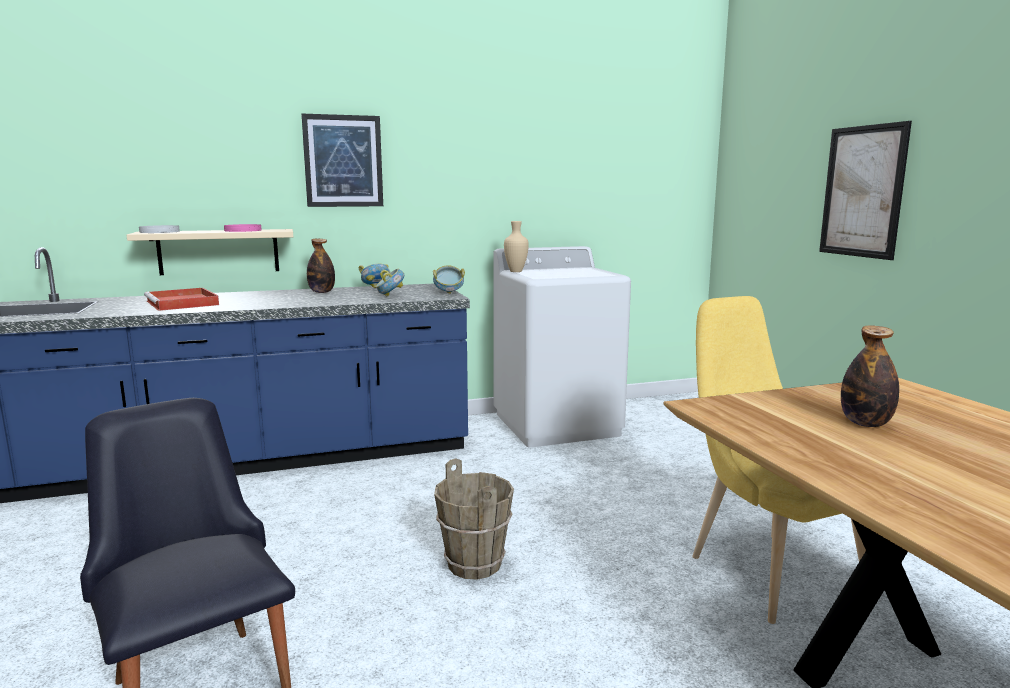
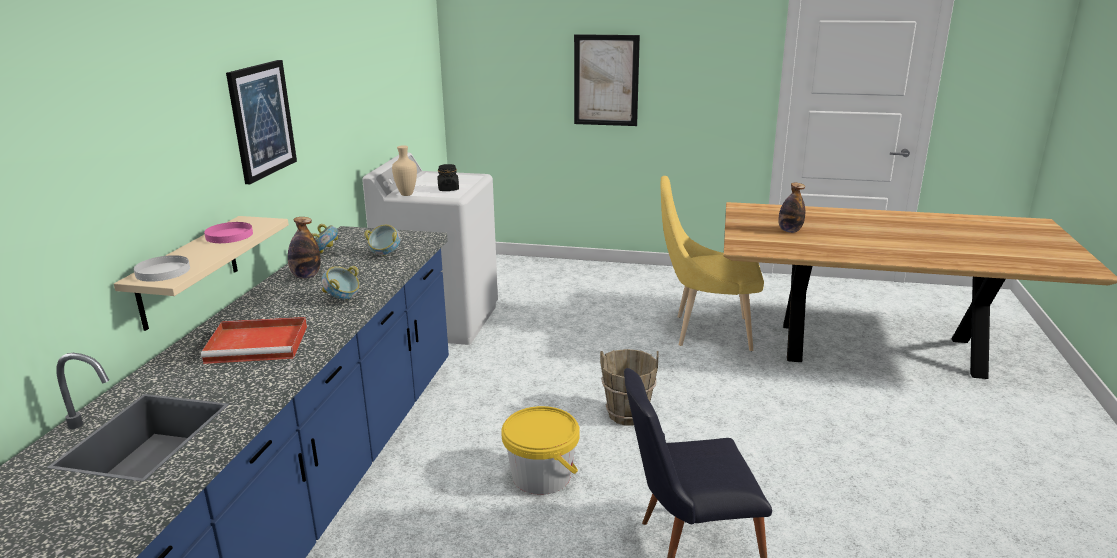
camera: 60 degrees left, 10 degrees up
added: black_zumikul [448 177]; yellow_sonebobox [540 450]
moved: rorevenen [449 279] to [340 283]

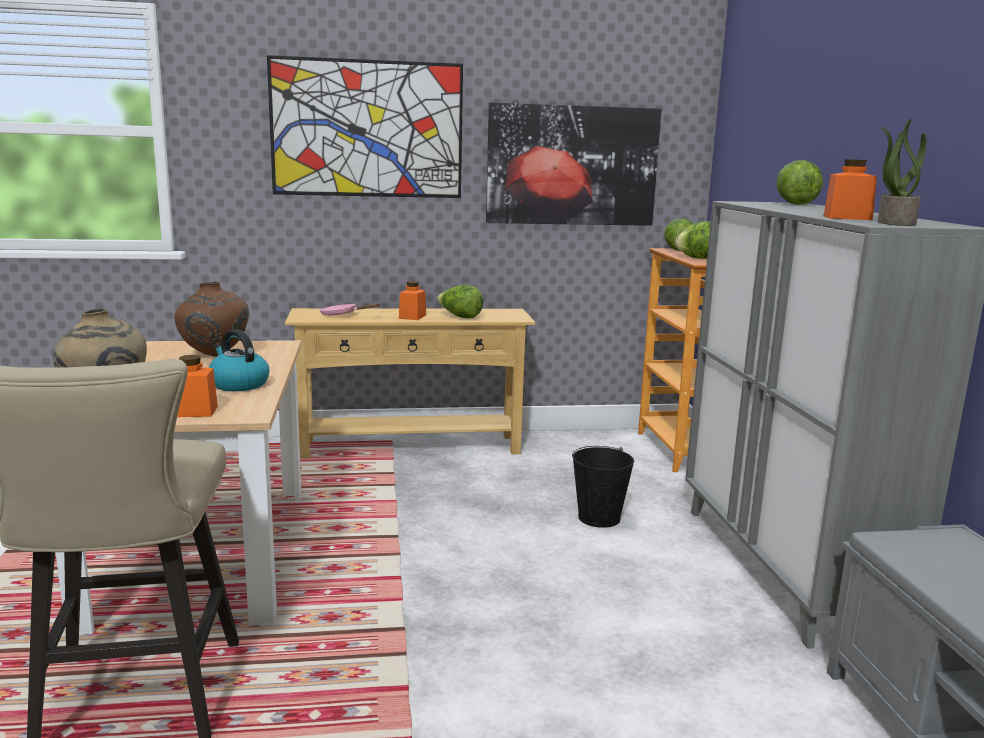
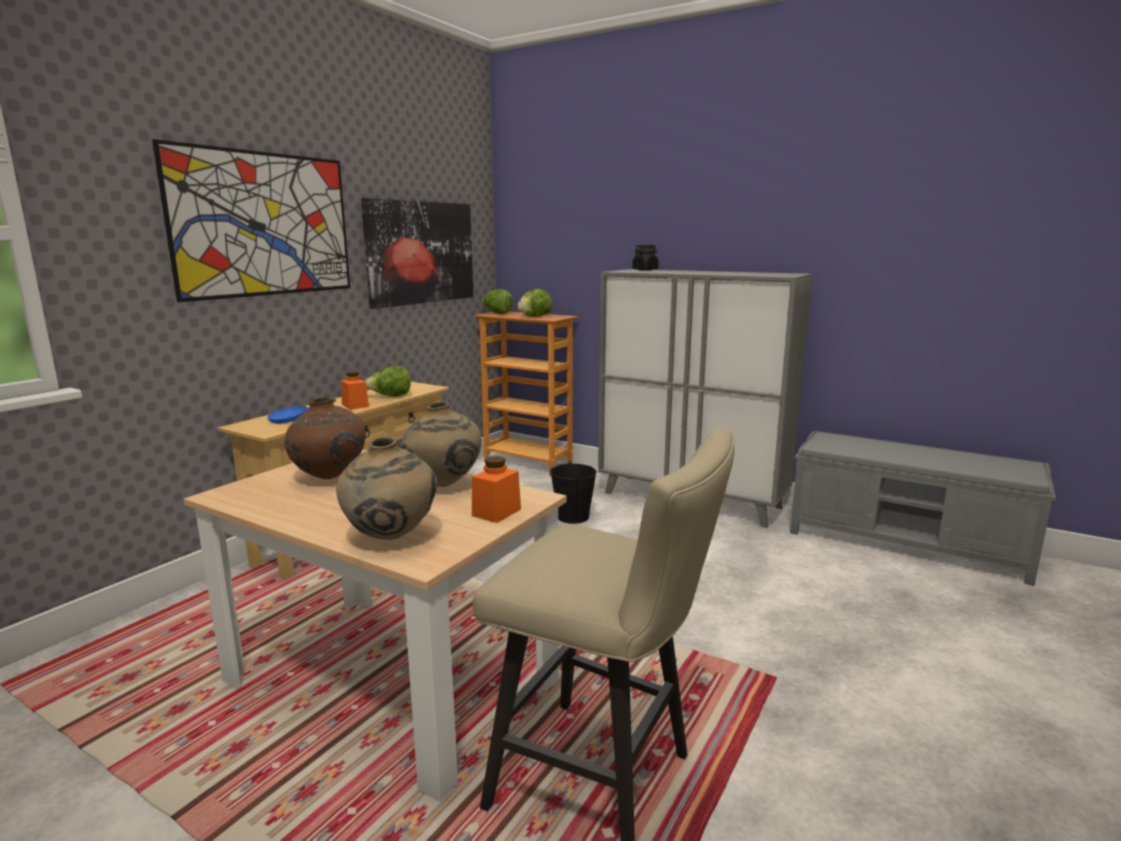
camera: 50 degrees left, 0 degrees up
removed: orange_zumikul [850 189]; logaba [901 172]
replaced: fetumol [239 360] to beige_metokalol [441 444]; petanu [799 182] to black_zumikul [645 258]
recoloured: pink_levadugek [350 310] to blue_levadugek [301 411]

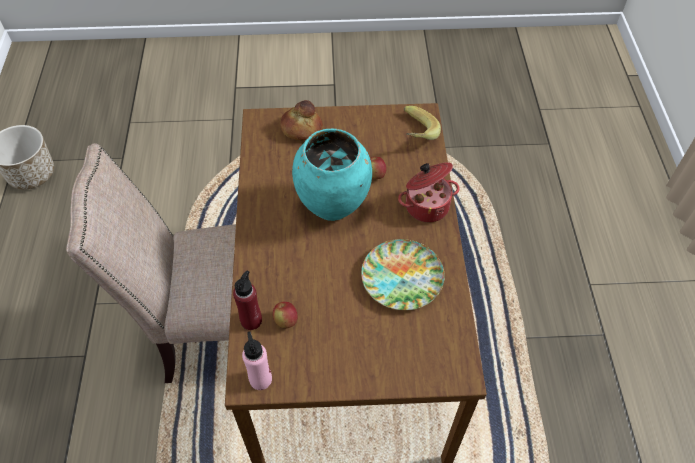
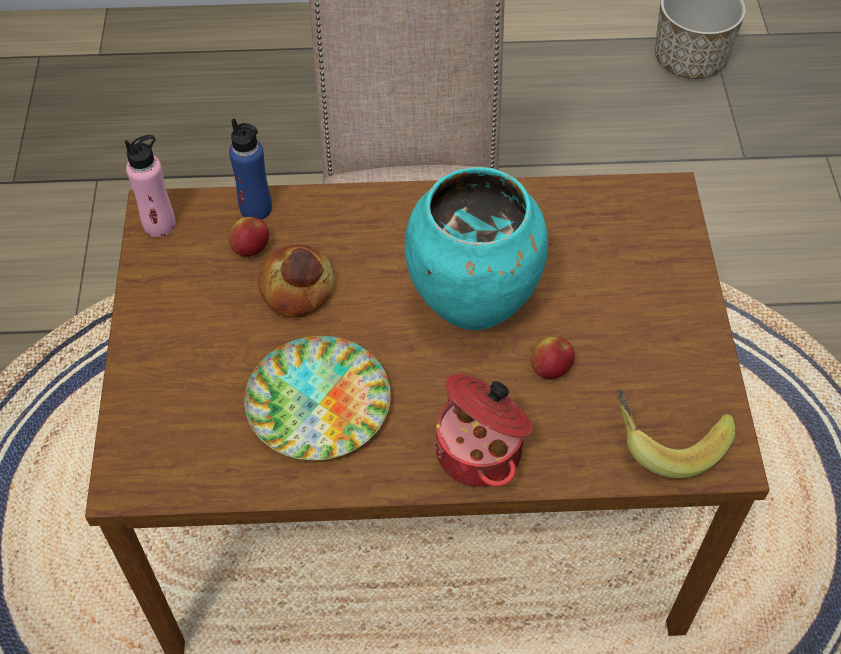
camera: 90 degrees right, 0 degrees up
moved: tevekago [301 120] to [296 281]
recoloured: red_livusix [247 300] to blue_livusix [250 169]

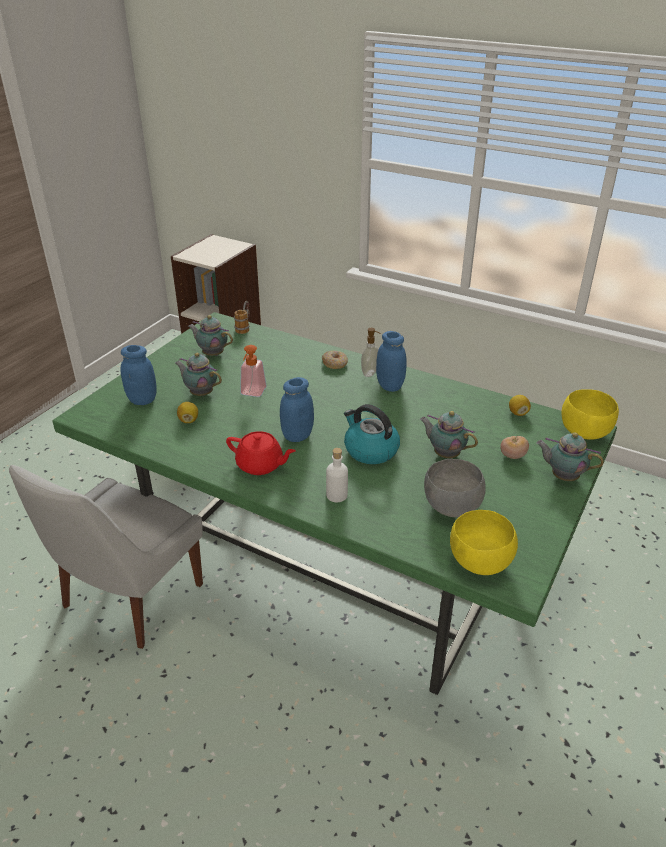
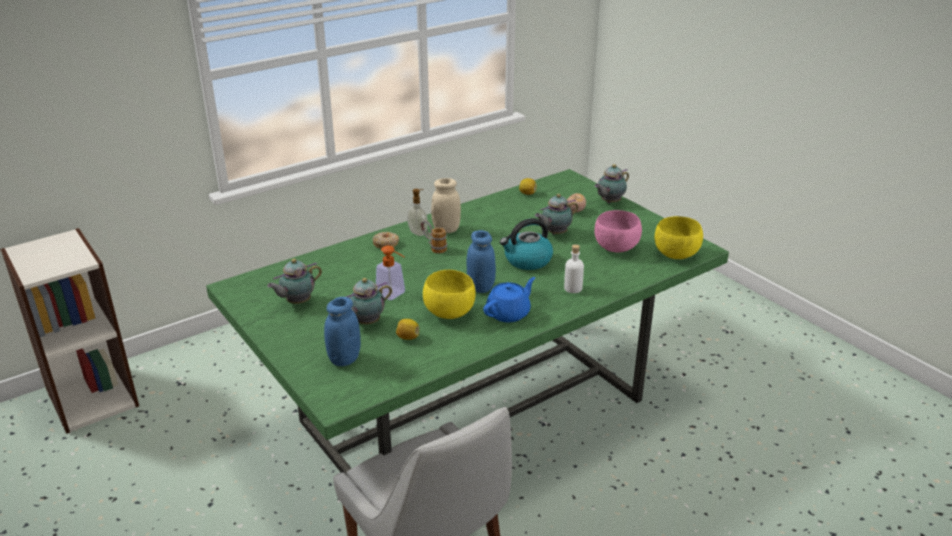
camera: 65 degrees left, 5 degrees down
moved: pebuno [242 317] to [434 237]; yellow_rorevenen [590 414] to [449 294]
recoloured: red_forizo [261 453] to blue_forizo [509 300]; blue_zumikul [391 361] to beige_zumikul [446 205]; grey_rorevenen [455 488] to pink_rorevenen [618 231]

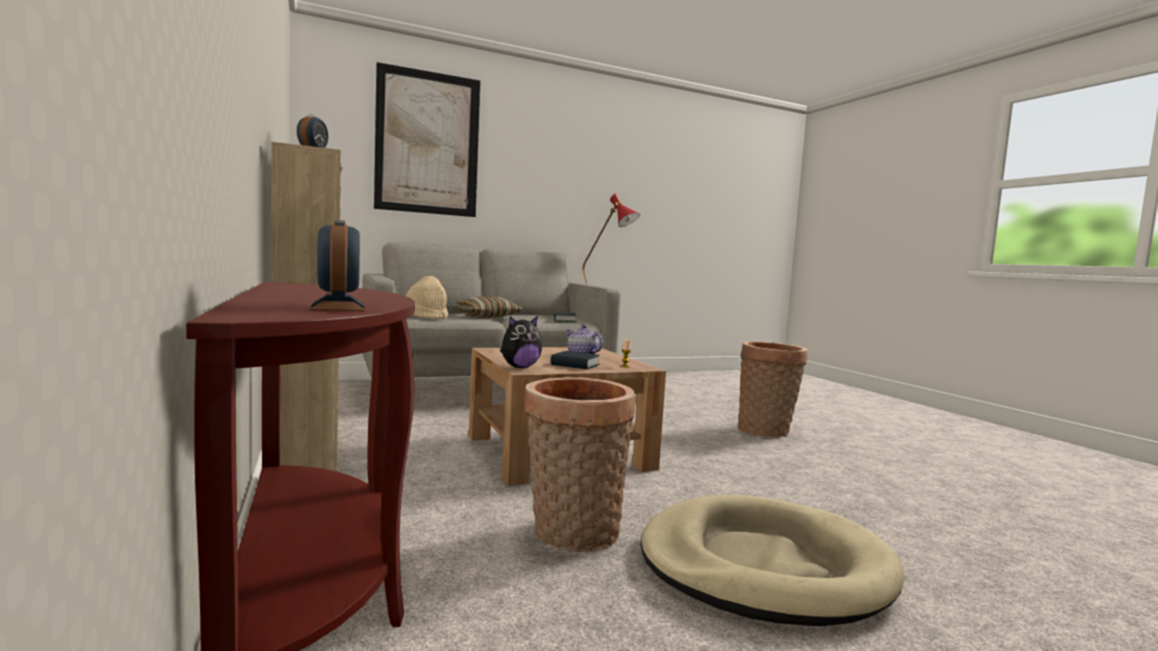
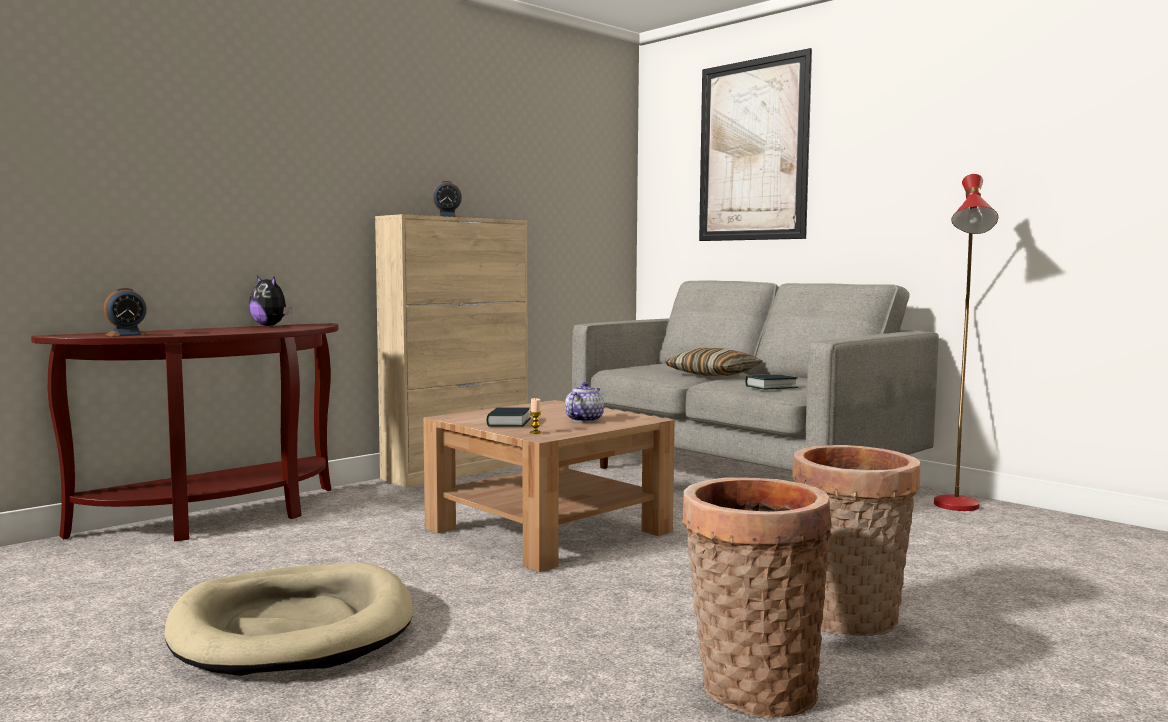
camera: 70 degrees right, 0 degrees up
removed: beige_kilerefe [427 298]
moved: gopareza [521 342] to [270 301]; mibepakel [579 464] to [757 597]

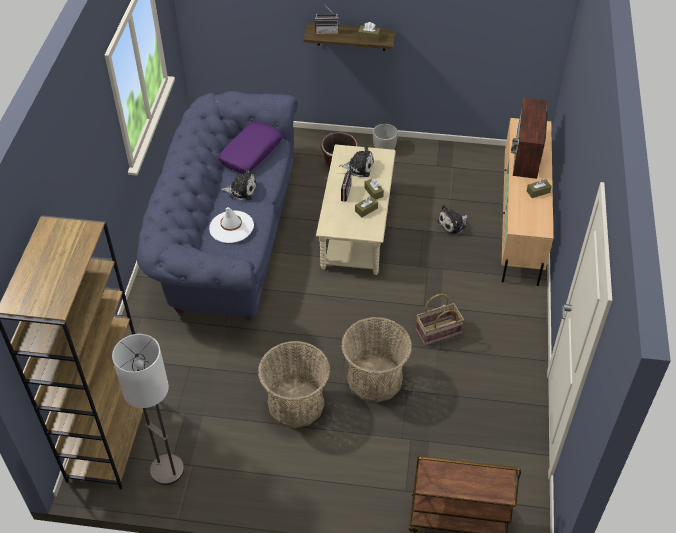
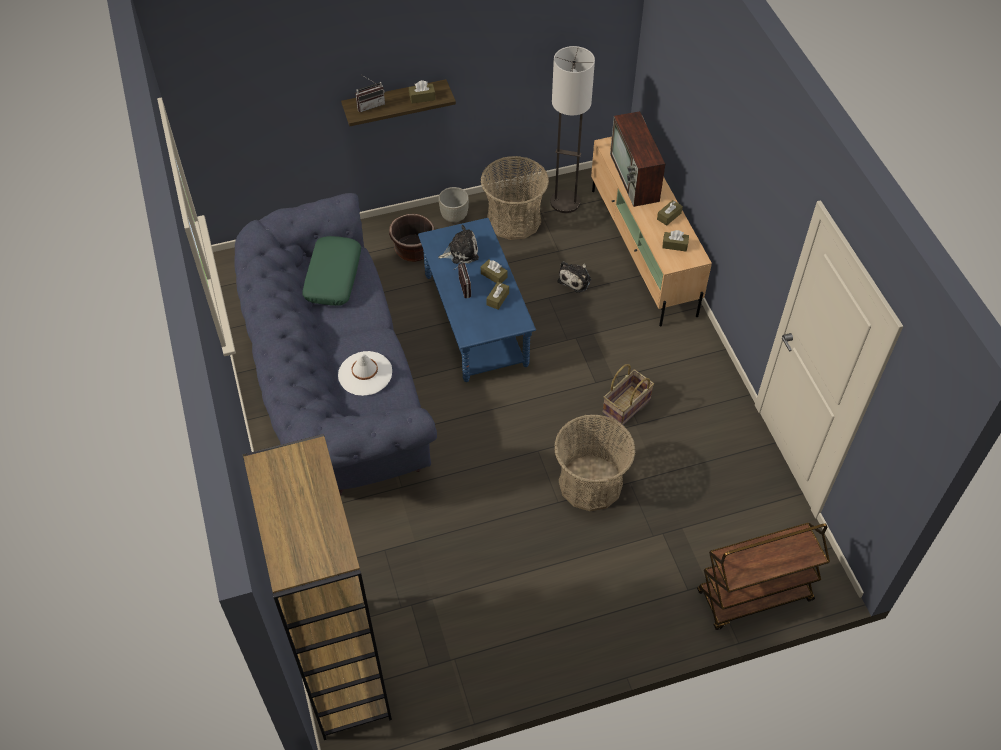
camera: 25 degrees left, 5 degrees up
removed: gopareza [239 184]
added: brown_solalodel [675 240]
moved: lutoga [148 409] to [572 129]; mibepakel [294 384] to [515 198]
recoloured: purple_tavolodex [250 147] to green_tavolodex [331 271]; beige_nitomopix [356 209] to blue_nitomopix [477 300]

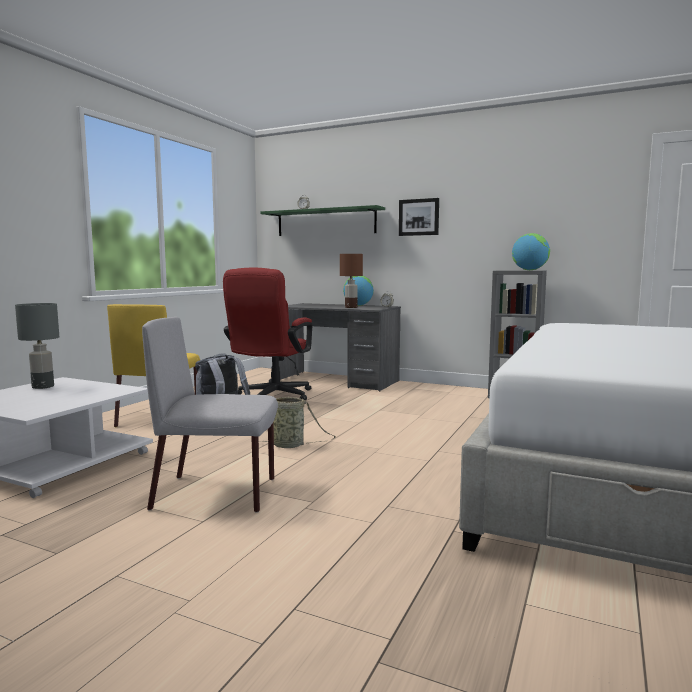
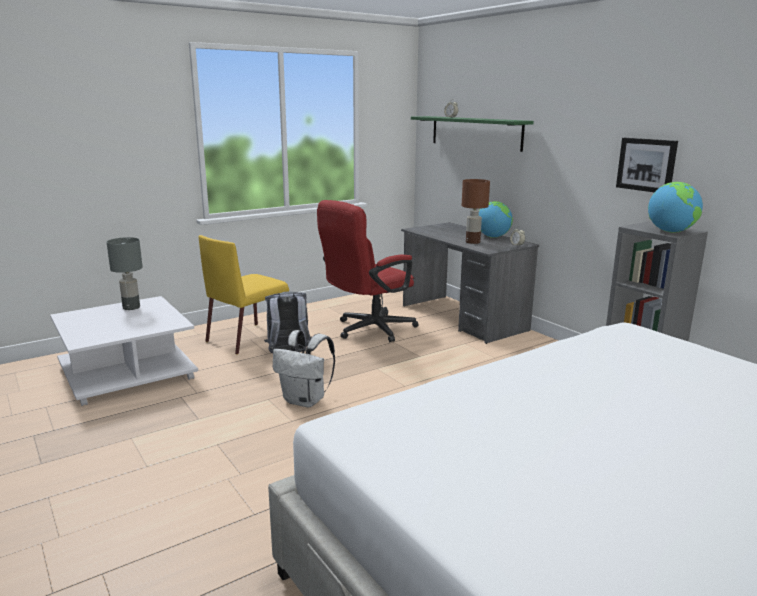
camera: 30 degrees right, 10 degrees up
removed: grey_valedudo [210 415]
moved: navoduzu [419 217] to [647 165]
replaced: mibepakel [297 422] to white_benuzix [304 368]

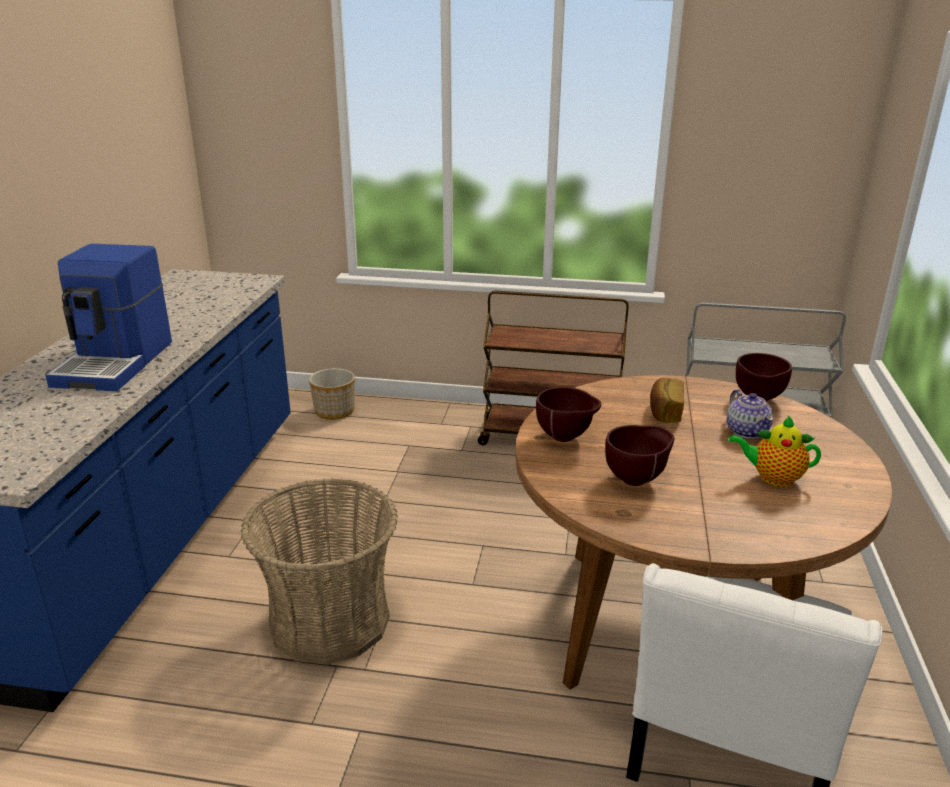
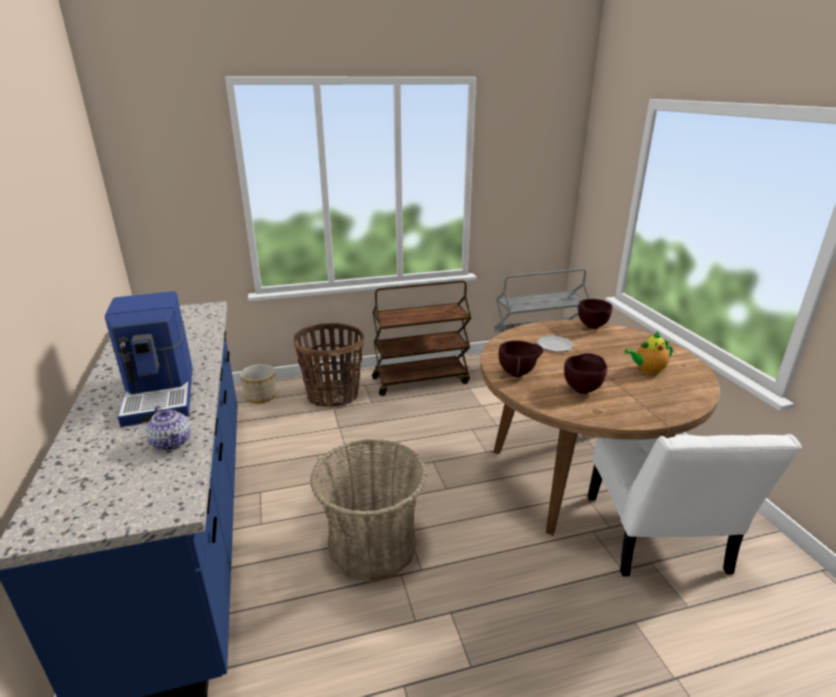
camera: 25 degrees left, 0 degrees up
added: mibepakel [328 365]
moved: forizo [750 414] to [168 428]
replaced: tevekago [667 400] to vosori [555 344]

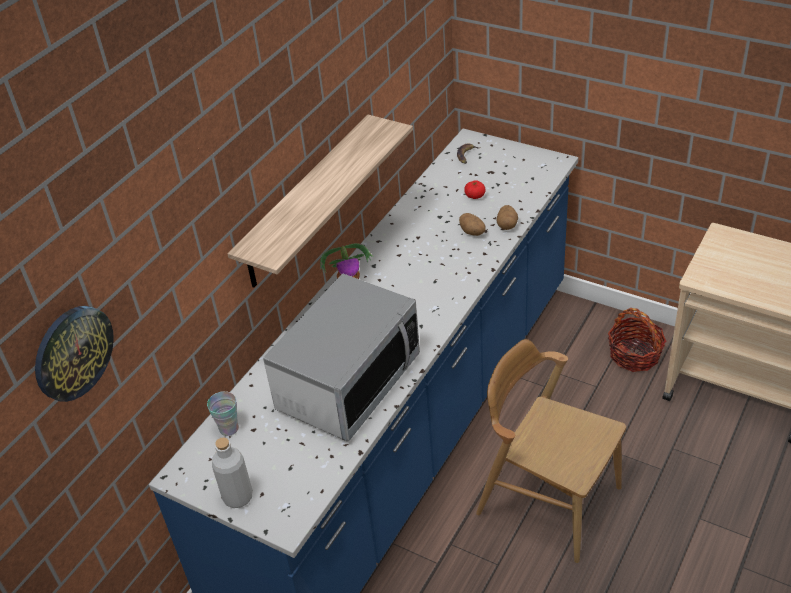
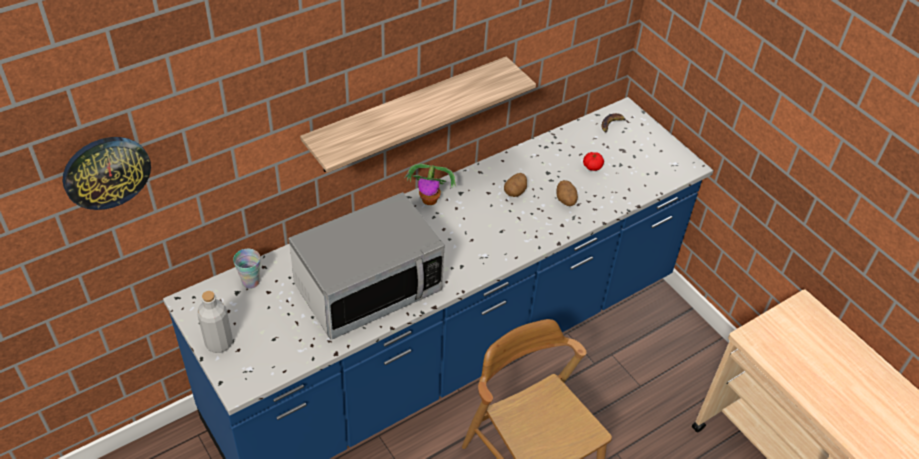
camera: 20 degrees right, 5 degrees up
removed: mibepakel [637 340]
moved: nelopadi [507 217] to [515 185]

